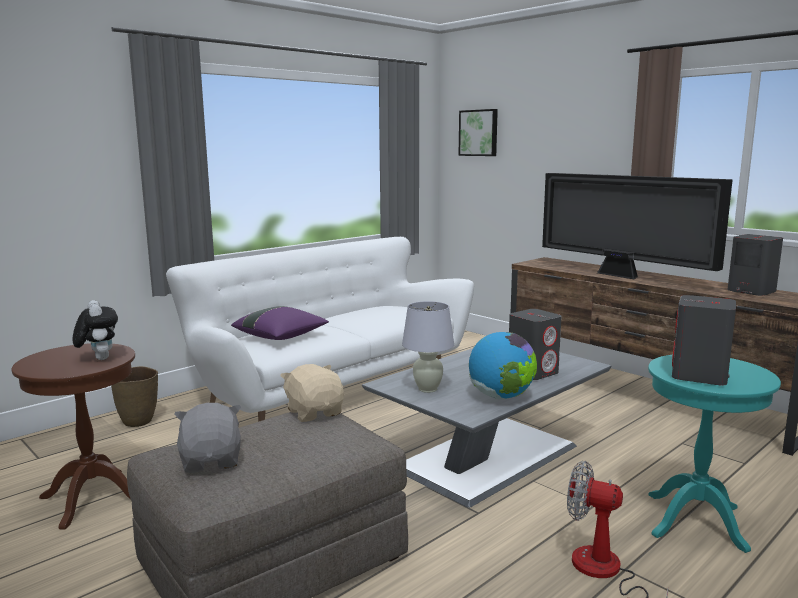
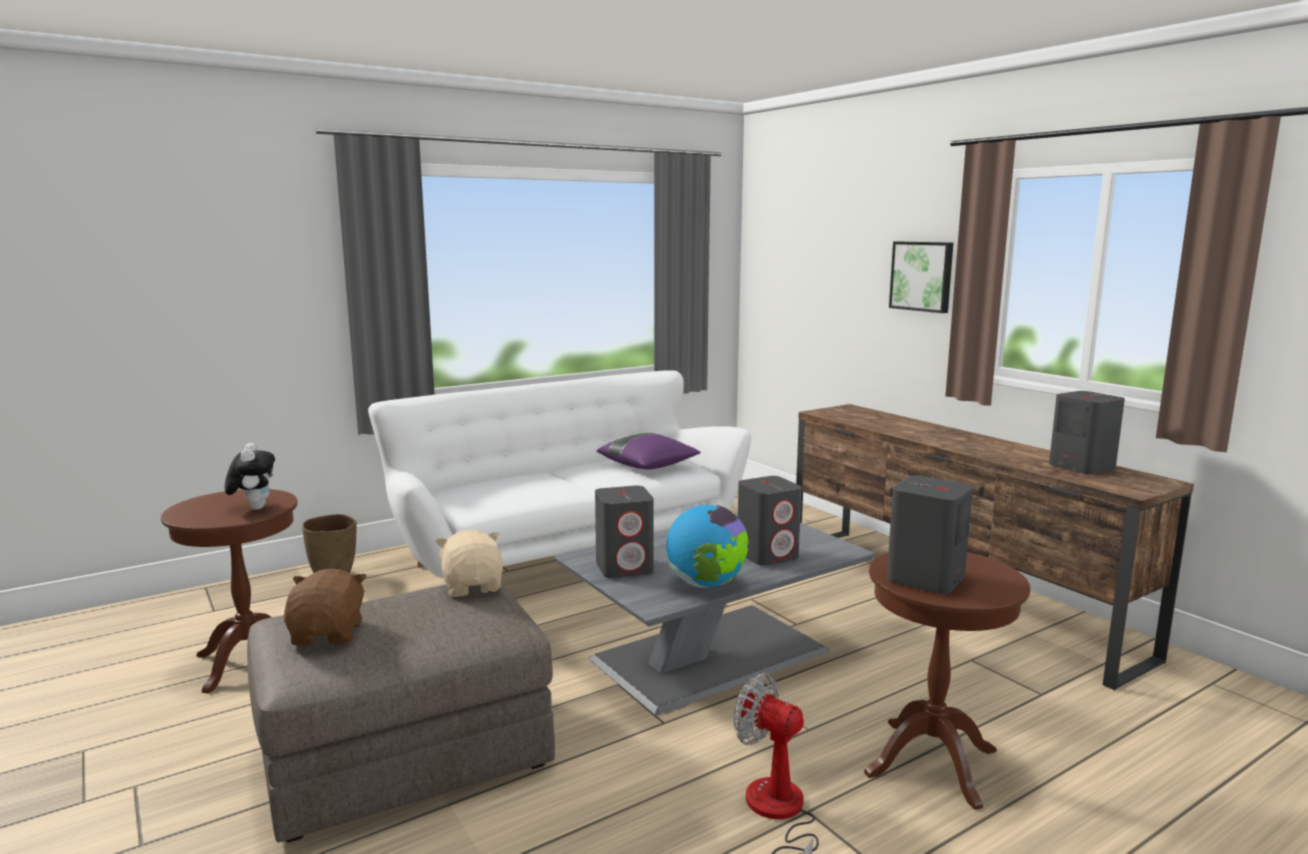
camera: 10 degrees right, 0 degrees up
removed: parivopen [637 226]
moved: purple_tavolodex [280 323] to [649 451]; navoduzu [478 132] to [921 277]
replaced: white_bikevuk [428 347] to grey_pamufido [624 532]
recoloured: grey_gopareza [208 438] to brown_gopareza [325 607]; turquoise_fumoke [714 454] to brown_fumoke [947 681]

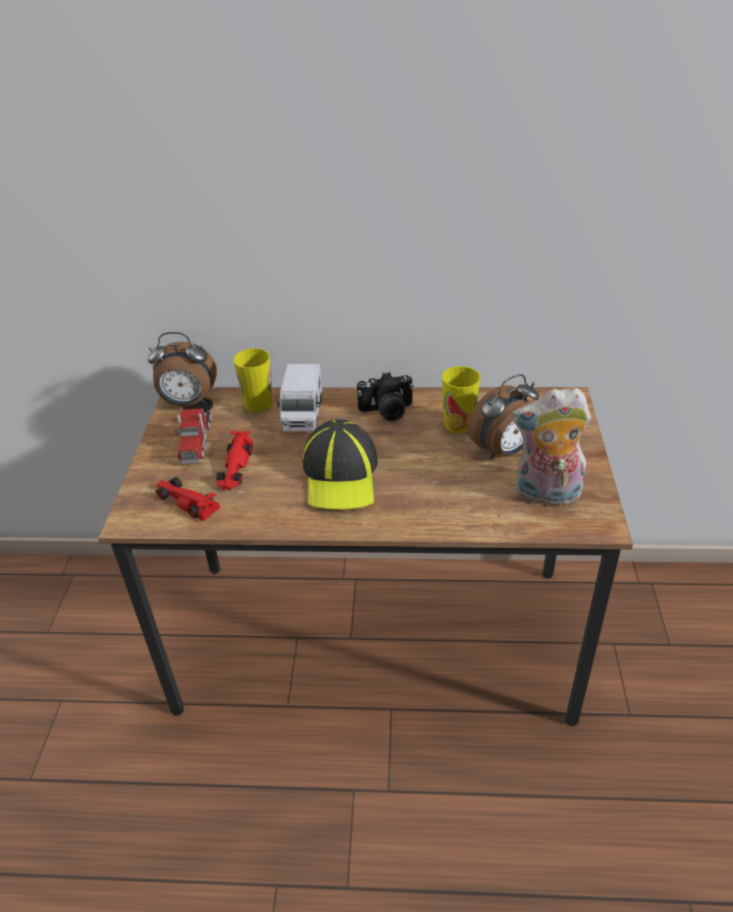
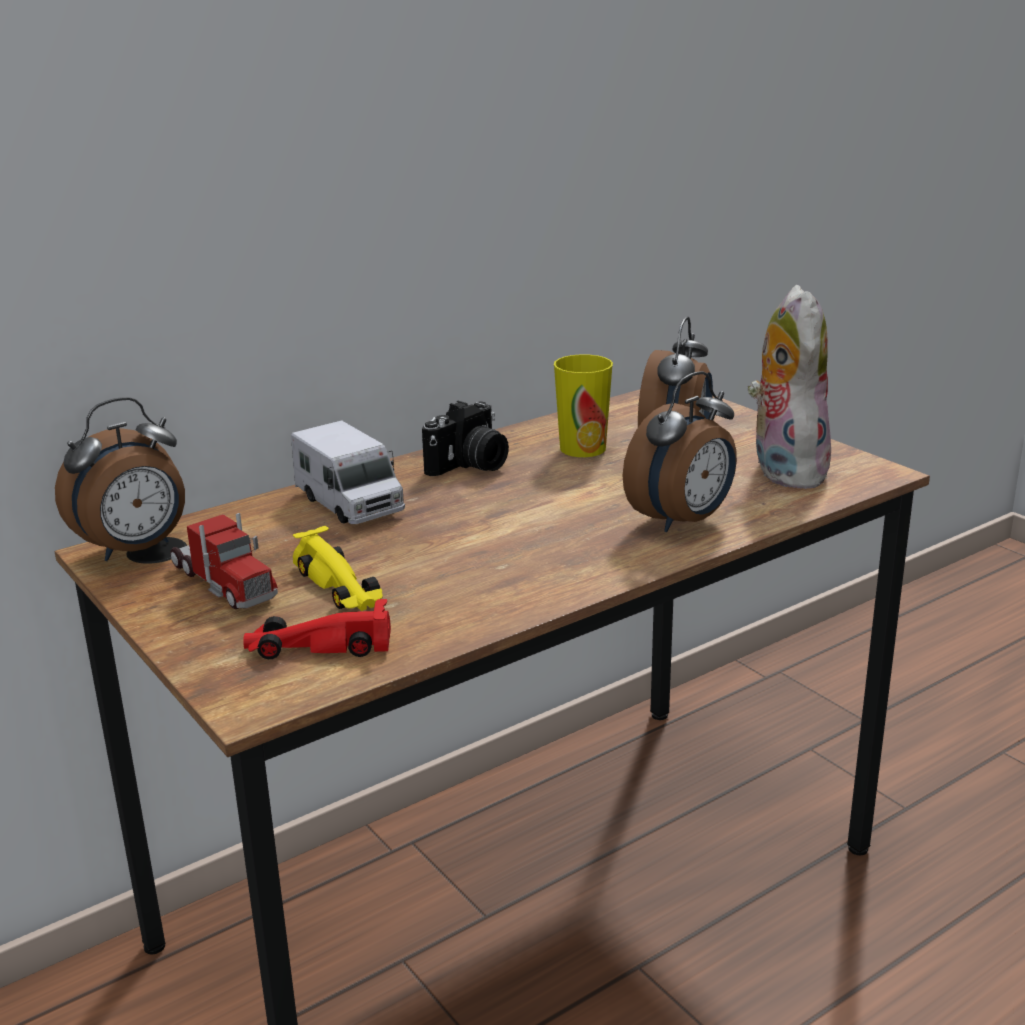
camera: 40 degrees left, 15 degrees down
removed: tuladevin [253 380]; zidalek [340 464]
added: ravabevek [679 451]
recoloured: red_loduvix [234 460] to yellow_loduvix [338 568]
turned: gopareza [551 446] = [790 387] 120 degrees clockwise

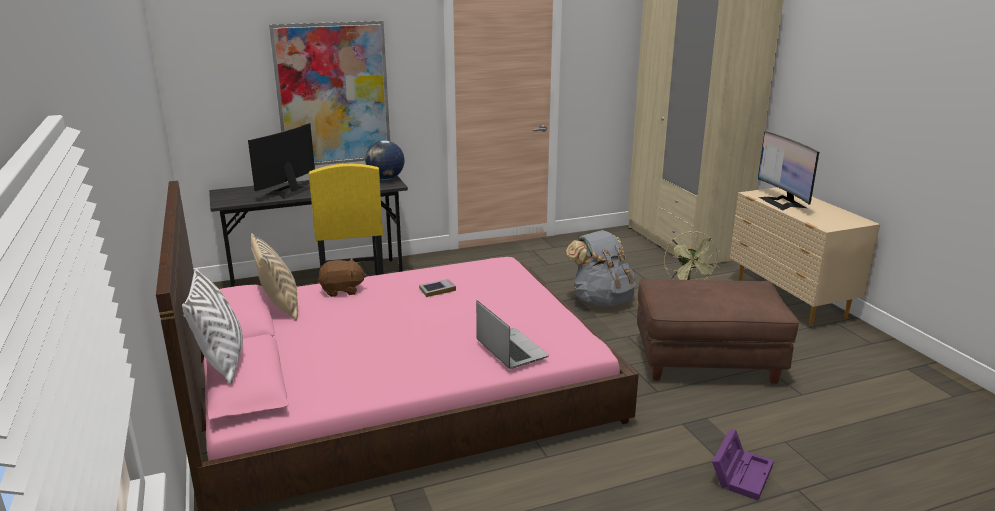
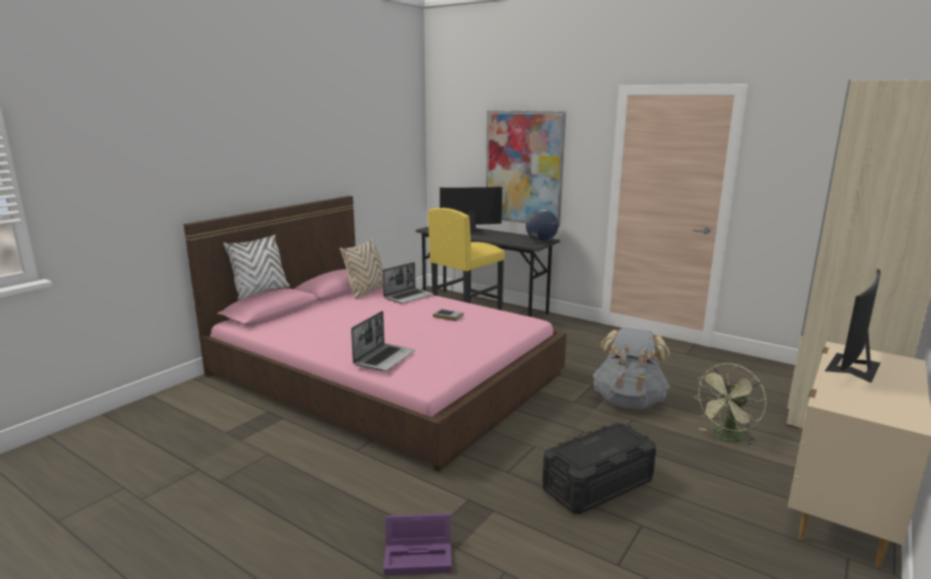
camera: 55 degrees right, 5 degrees down
replaced: brown_gopareza [342 277] to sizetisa [408 283]; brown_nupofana [718 331] to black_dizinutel [599 468]

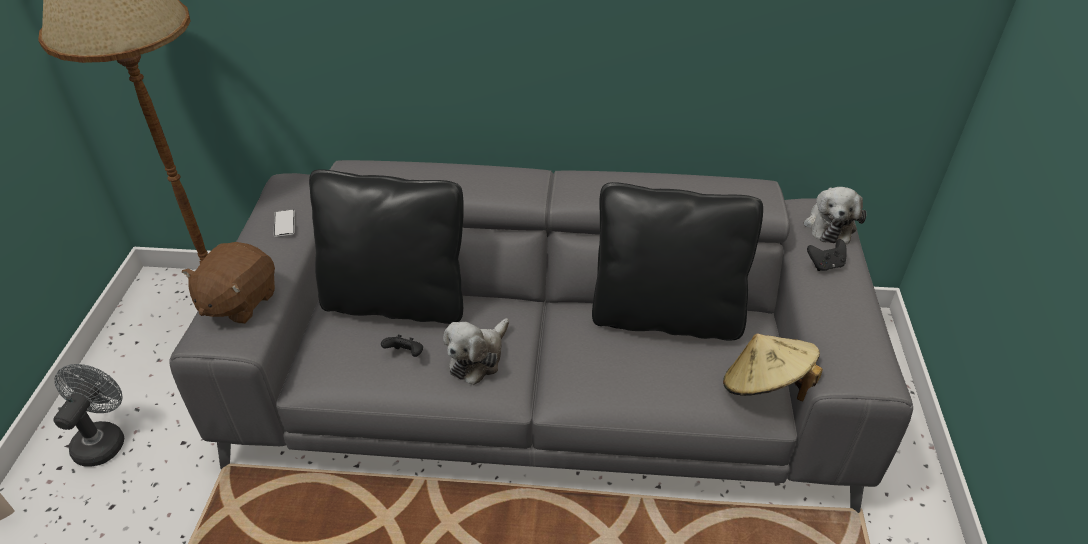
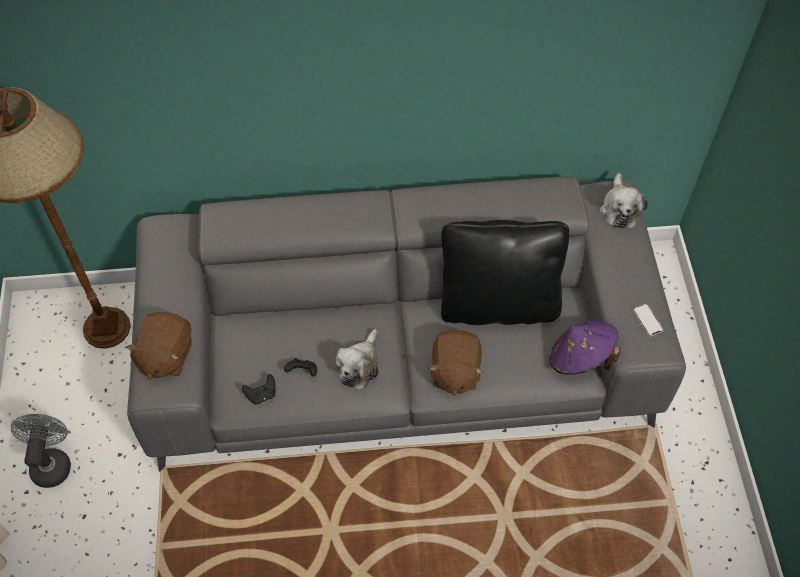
camera: 10 degrees left, 15 degrees up
removed: black_tavolodex [386 246]
added: brown_gopareza [456 363]
moved: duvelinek [284 223] to [648 319]; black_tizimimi [827 255] to [259 389]
recoloured: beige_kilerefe [773 367] to purple_kilerefe [585 347]

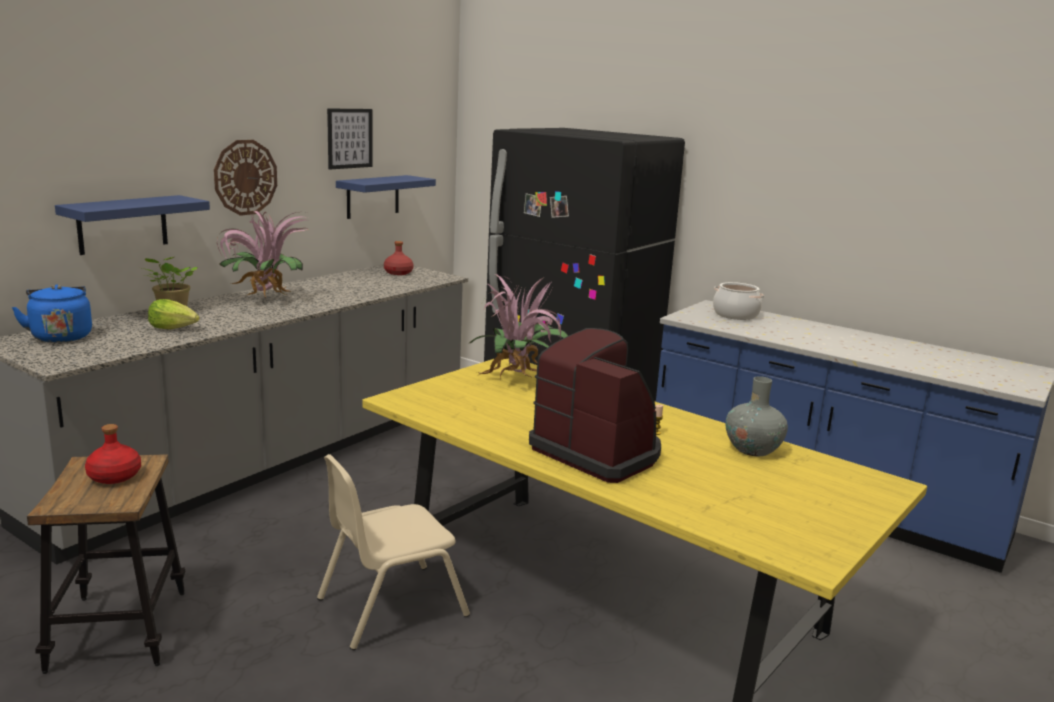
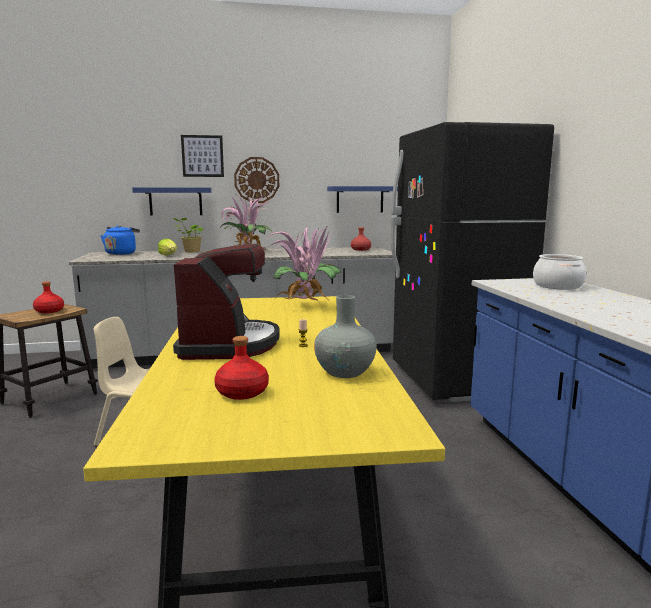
camera: 45 degrees right, 5 degrees down
added: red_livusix [241 368]
moved: navoduzu [350 139] to [202 156]

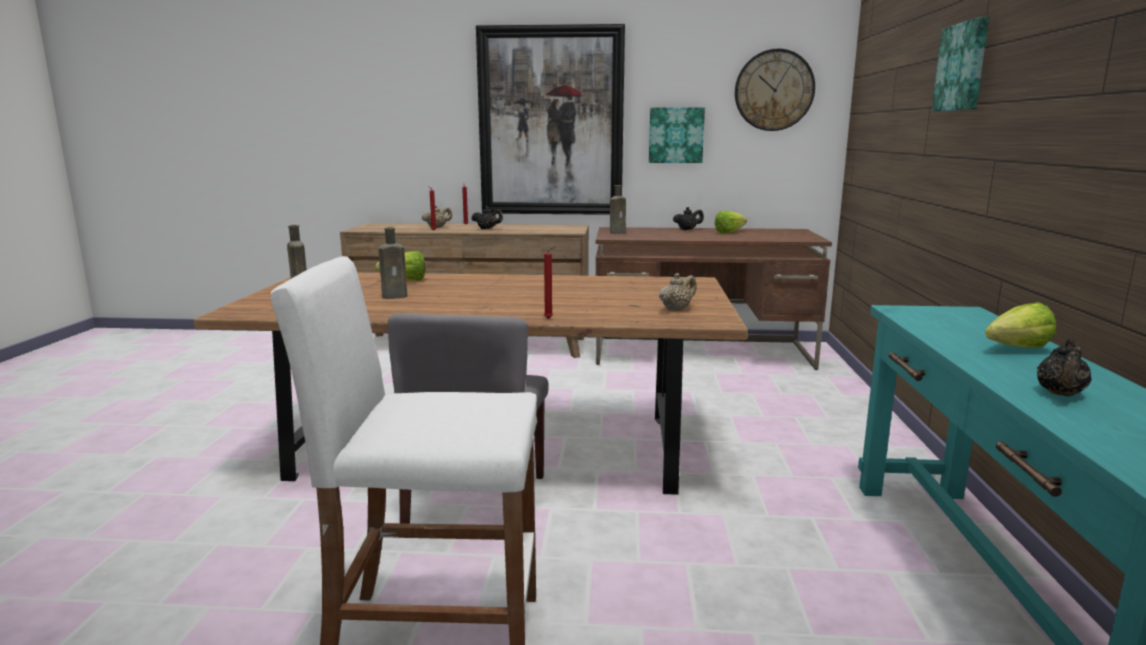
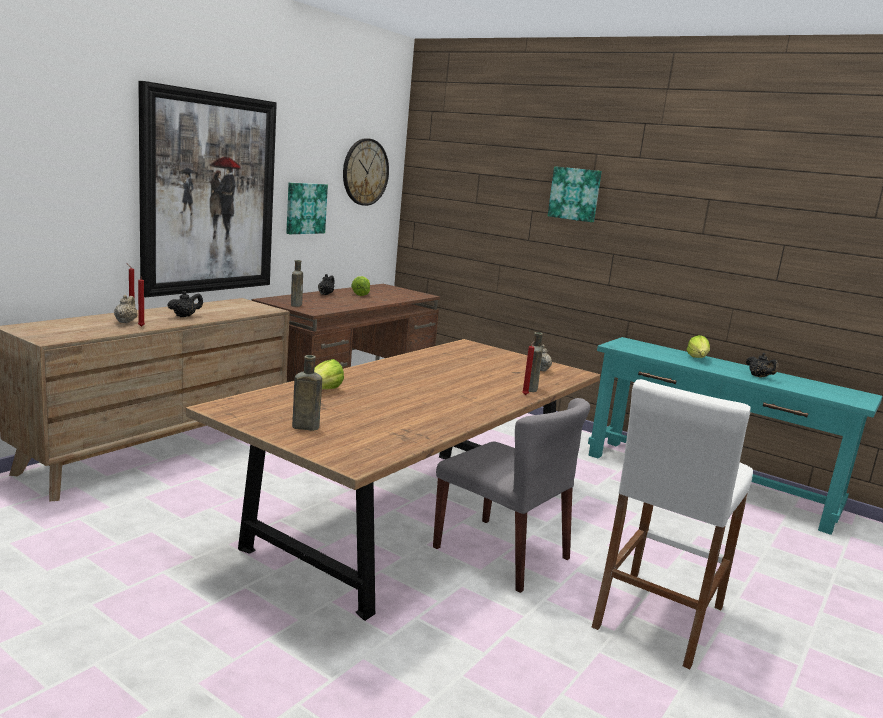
camera: 60 degrees left, 0 degrees up
moved: brown_livusix [392 263] to [536 362]

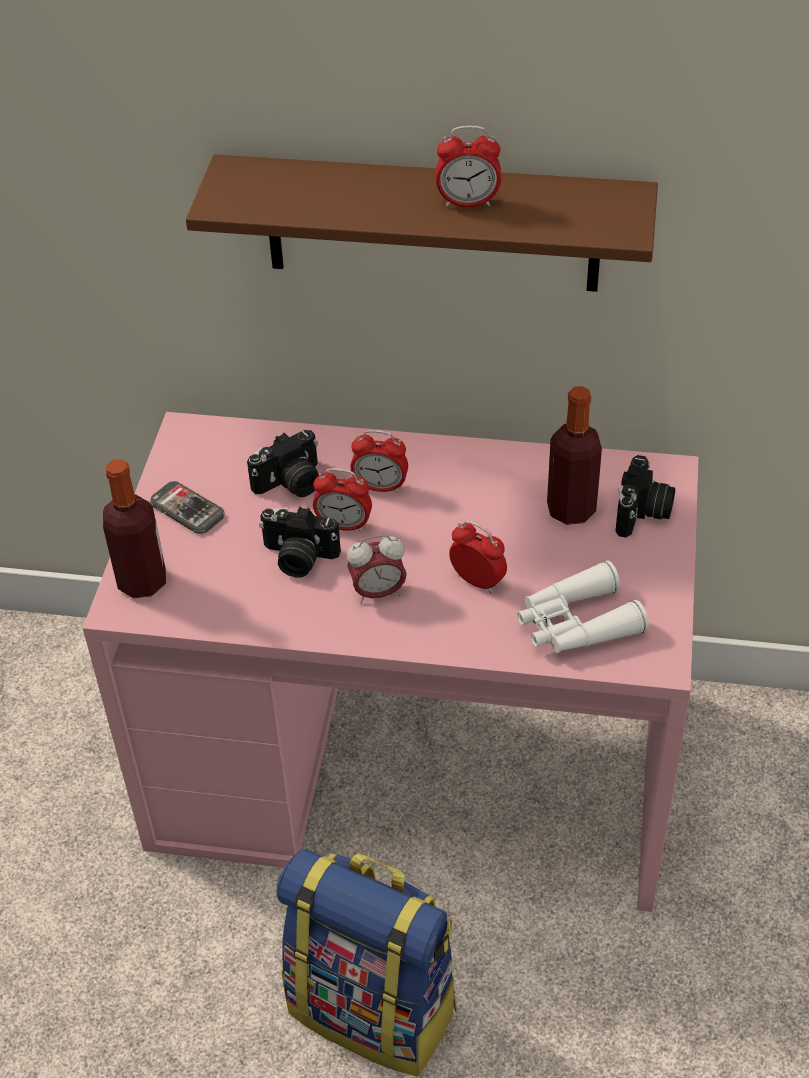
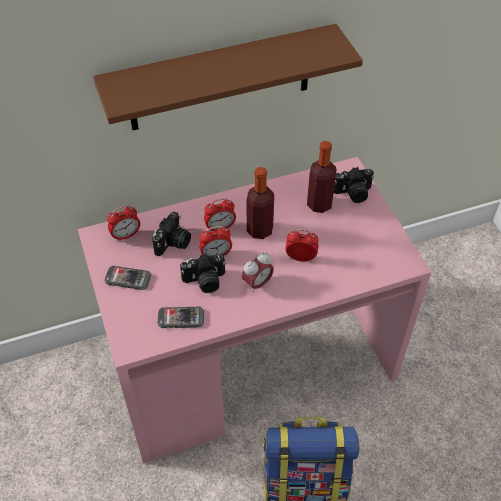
camera: 30 degrees left, 5 degrees up
removed: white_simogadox [583 606]
added: duvelinek [180 317]
moved: livusix [134 528] to [260 203]; ravabevek [468 166] to [123 223]
turned: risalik [645 496] = [354 185] 90 degrees clockwise

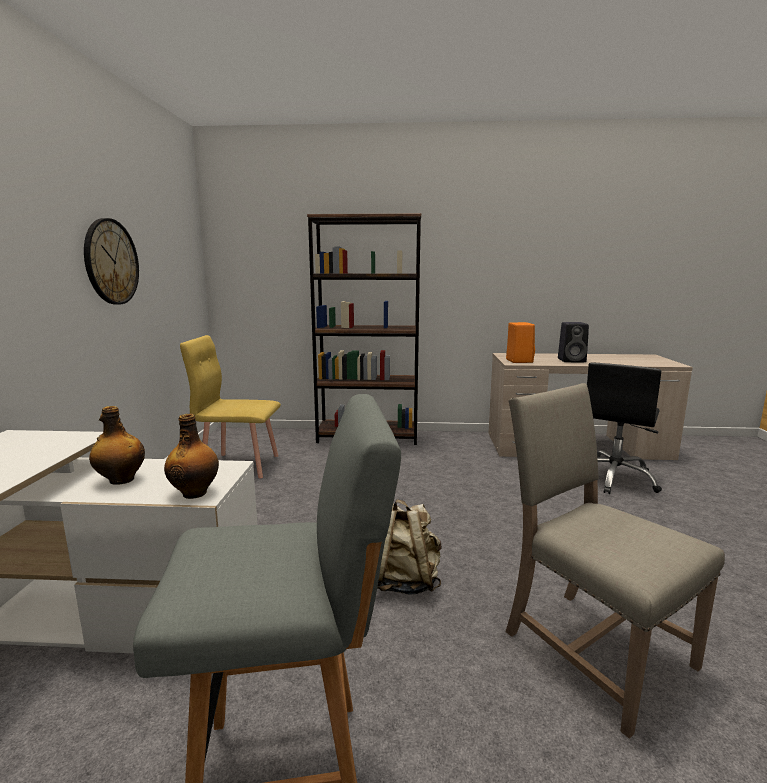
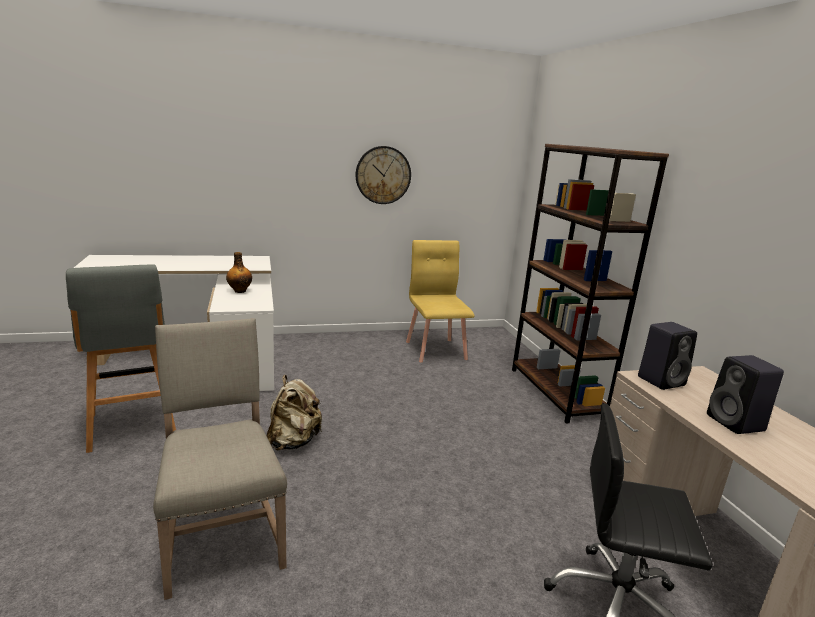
camera: 70 degrees right, 5 degrees up
removed: livusix [191 456]
recoloured: orange_pamufido [520 342] to black_pamufido [667 356]
turned: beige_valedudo [615 561] = [220 459] 60 degrees counterclockwise

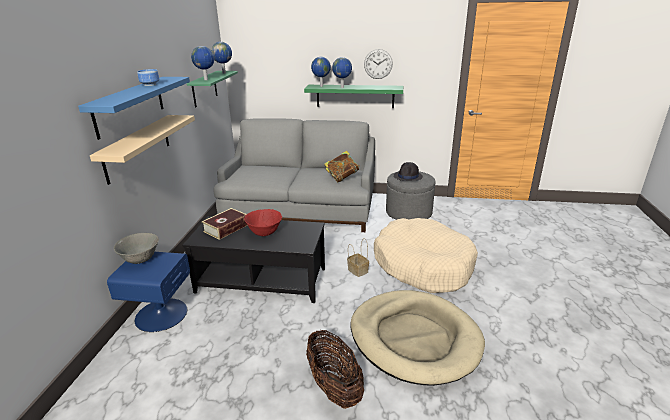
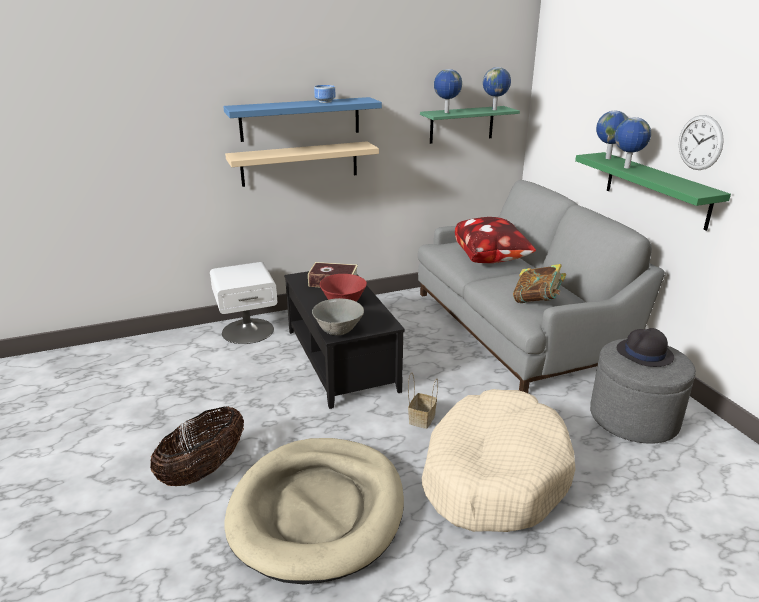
camera: 60 degrees right, 0 degrees up
added: tavolodex [495 240]
moved: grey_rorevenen [136 248] to [338 316]
recoloured: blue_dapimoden [148 292] to white_dapimoden [243 303]

